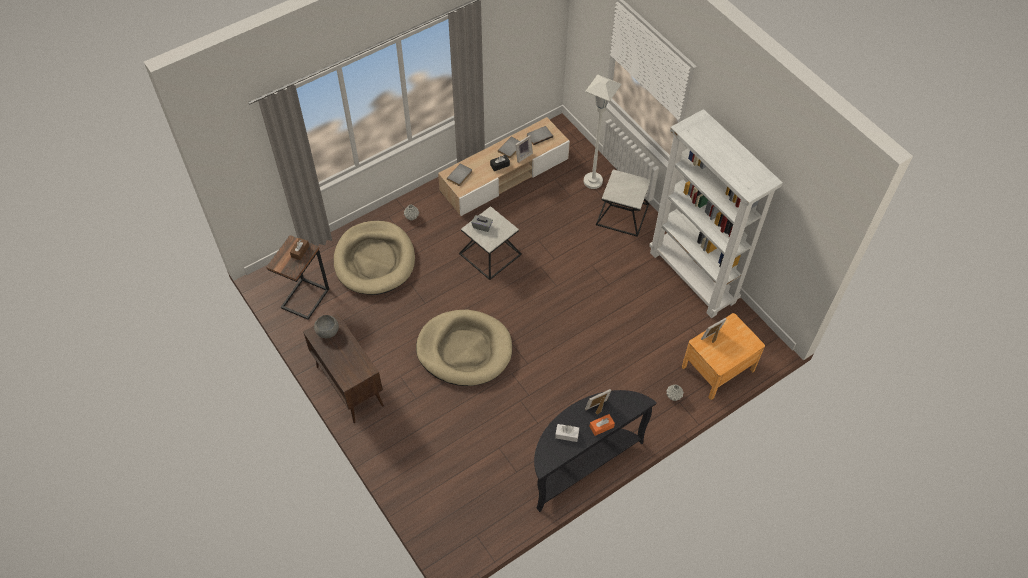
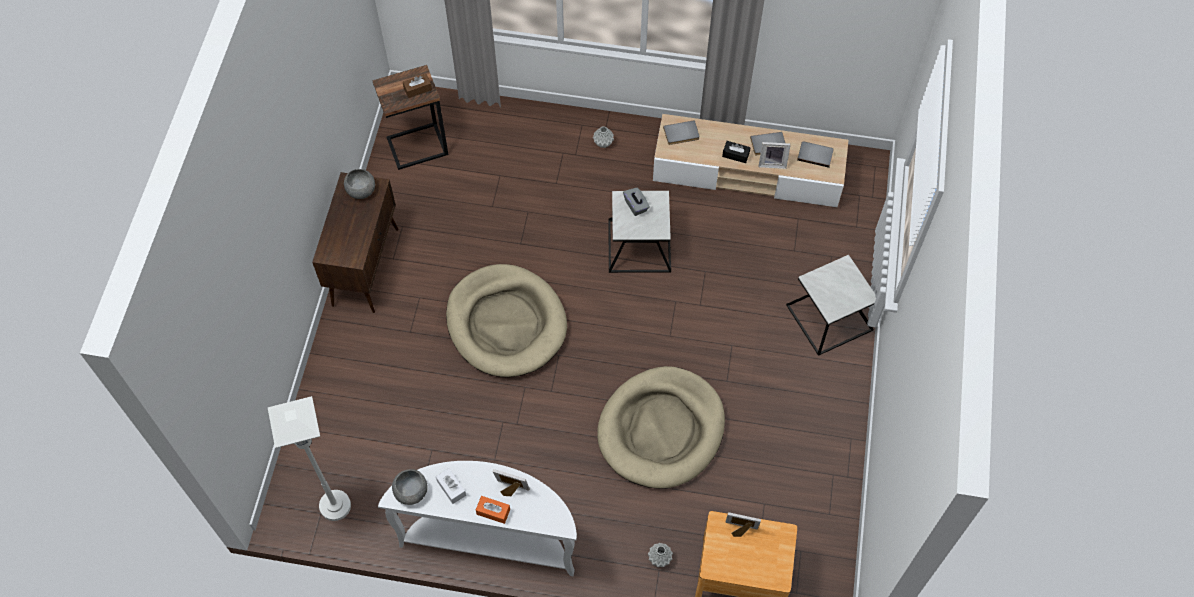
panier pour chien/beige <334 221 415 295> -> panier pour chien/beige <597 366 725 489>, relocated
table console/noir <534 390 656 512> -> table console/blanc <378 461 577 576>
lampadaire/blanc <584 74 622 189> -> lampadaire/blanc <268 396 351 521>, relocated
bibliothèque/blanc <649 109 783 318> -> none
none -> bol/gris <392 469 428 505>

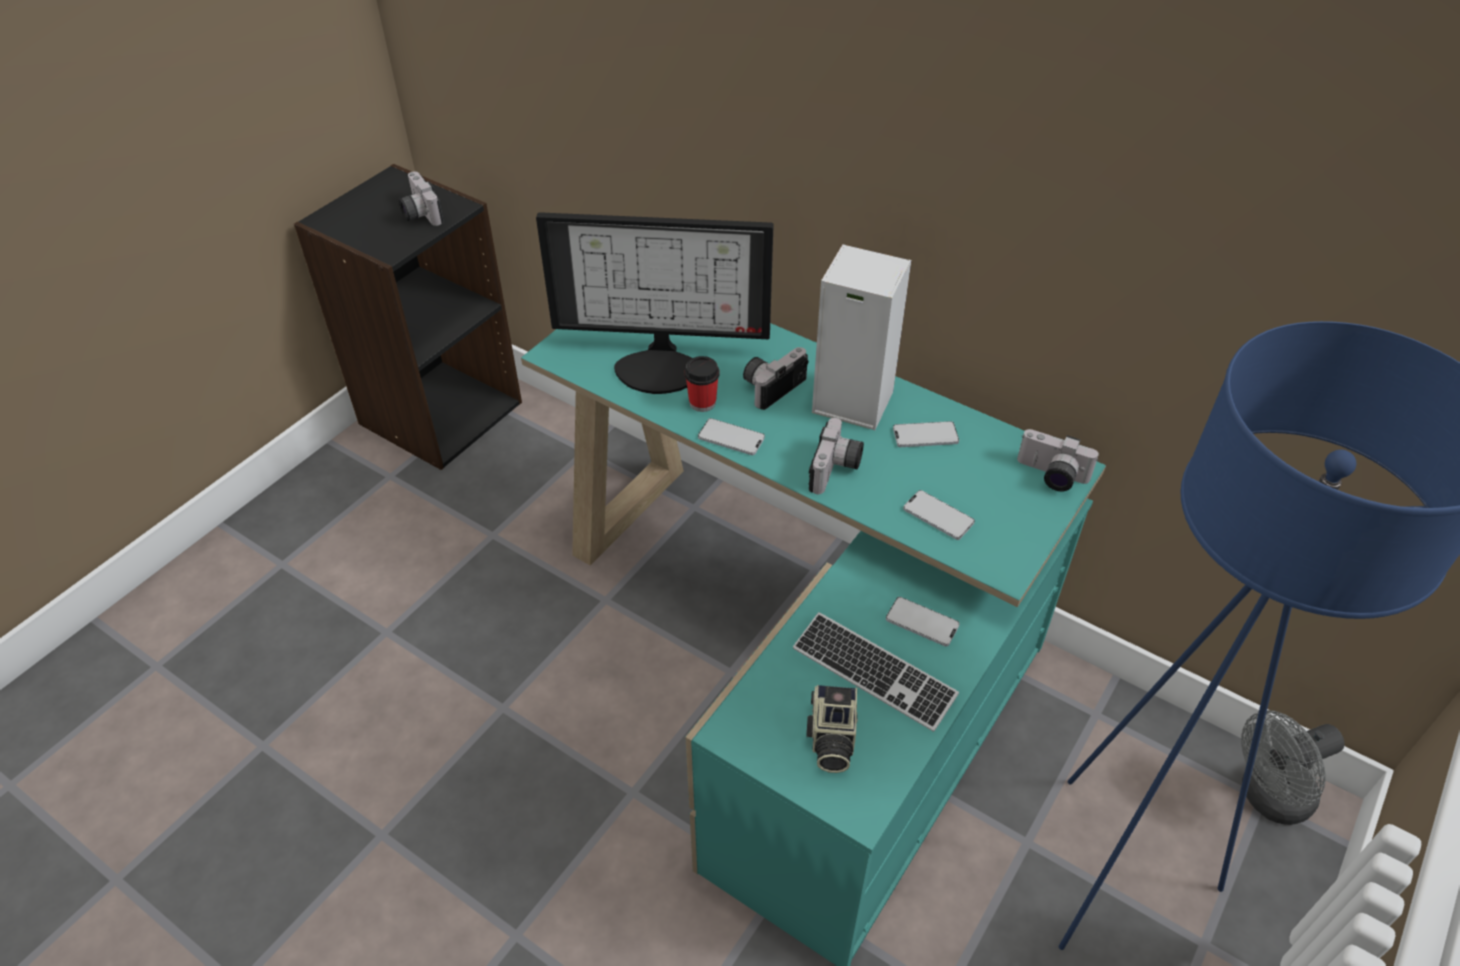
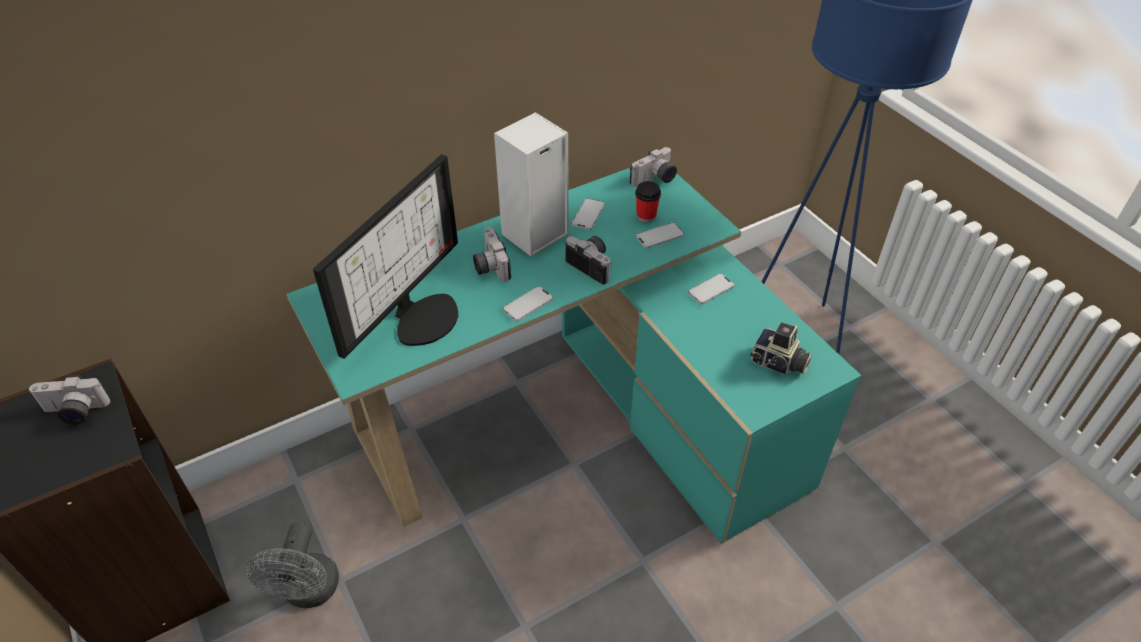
tasse <684 356 719 412> -> tasse <635 181 661 223>, relocated
clavier <793 612 959 732> -> none
ventilateur/gris <1241 710 1344 825> -> ventilateur/gris <247 522 339 608>, relocated

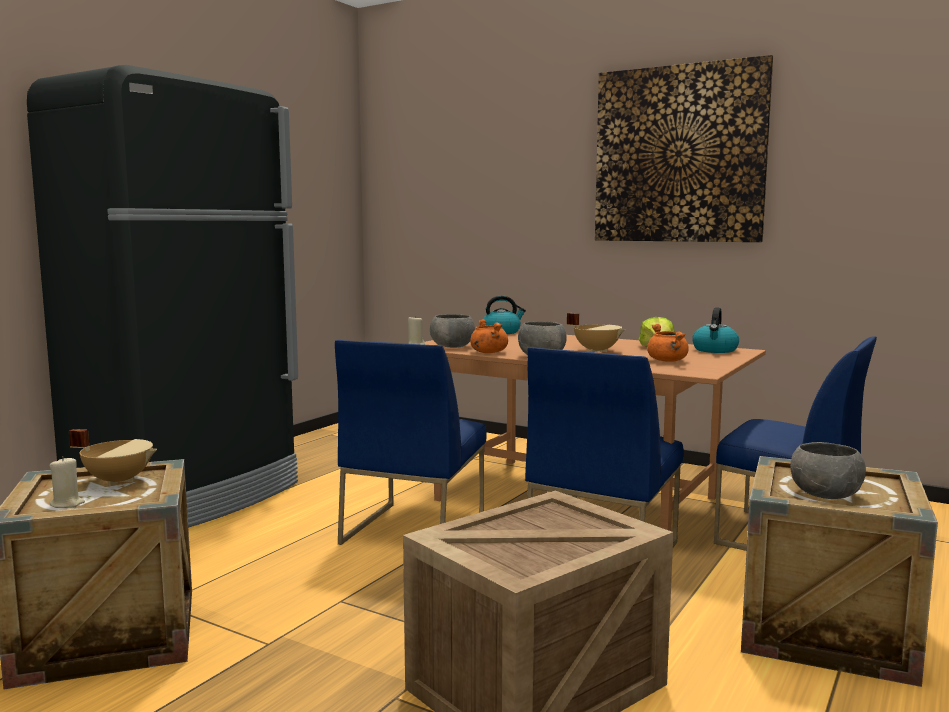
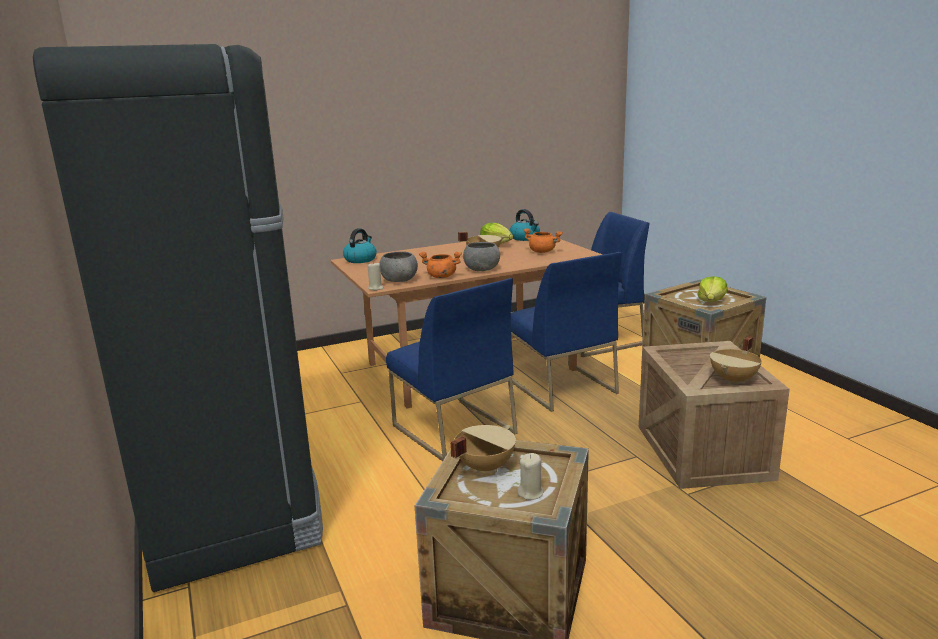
tableau <595 55 773 242> -> none
bol/gris <790 442 866 499> -> laitue <697 276 728 302>
none -> marmite/beige <710 336 762 384>

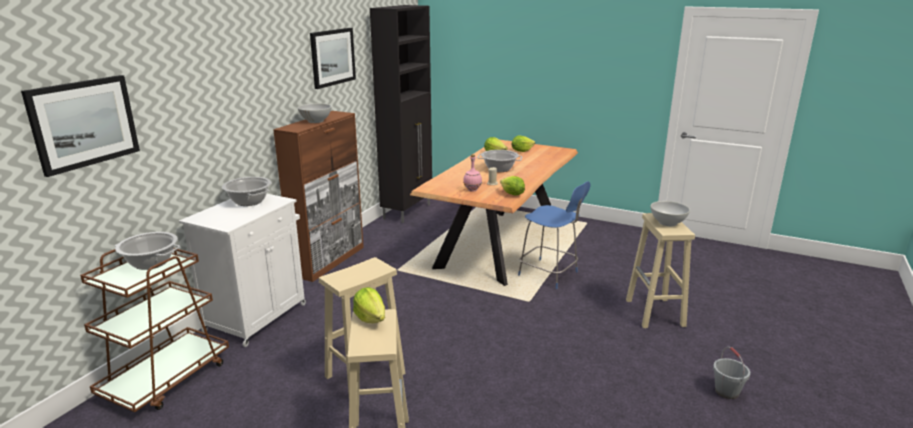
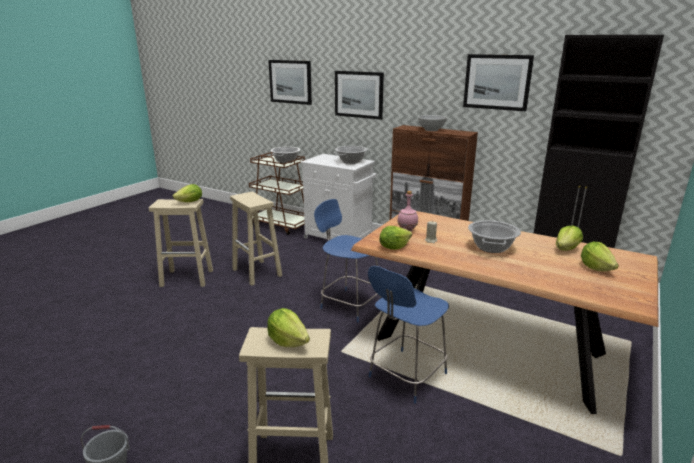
bol/blanc <650 201 690 226> -> laitue <267 308 310 347>
none -> chaise/bleu <314 199 381 322>
none -> tableau <335 71 384 120>

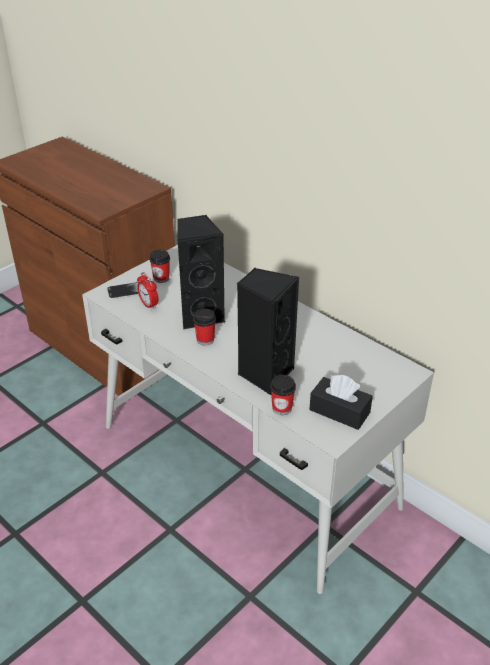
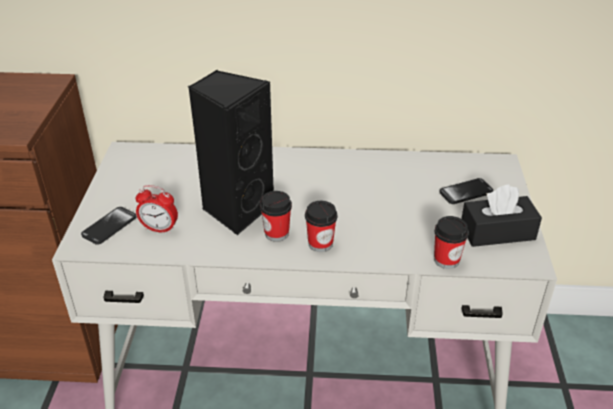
tasse <149 250 170 283> -> tasse <305 201 337 252>, relocated
enceinte/noir <237 268 299 395> -> none
none -> téléphone <439 178 493 204>

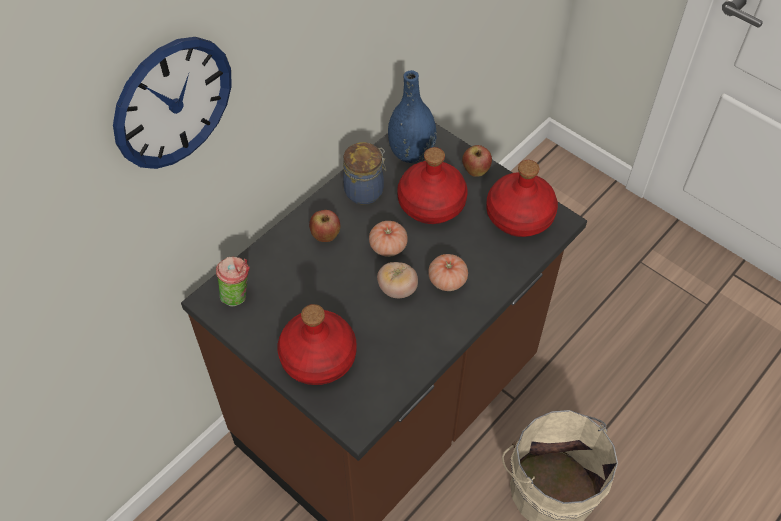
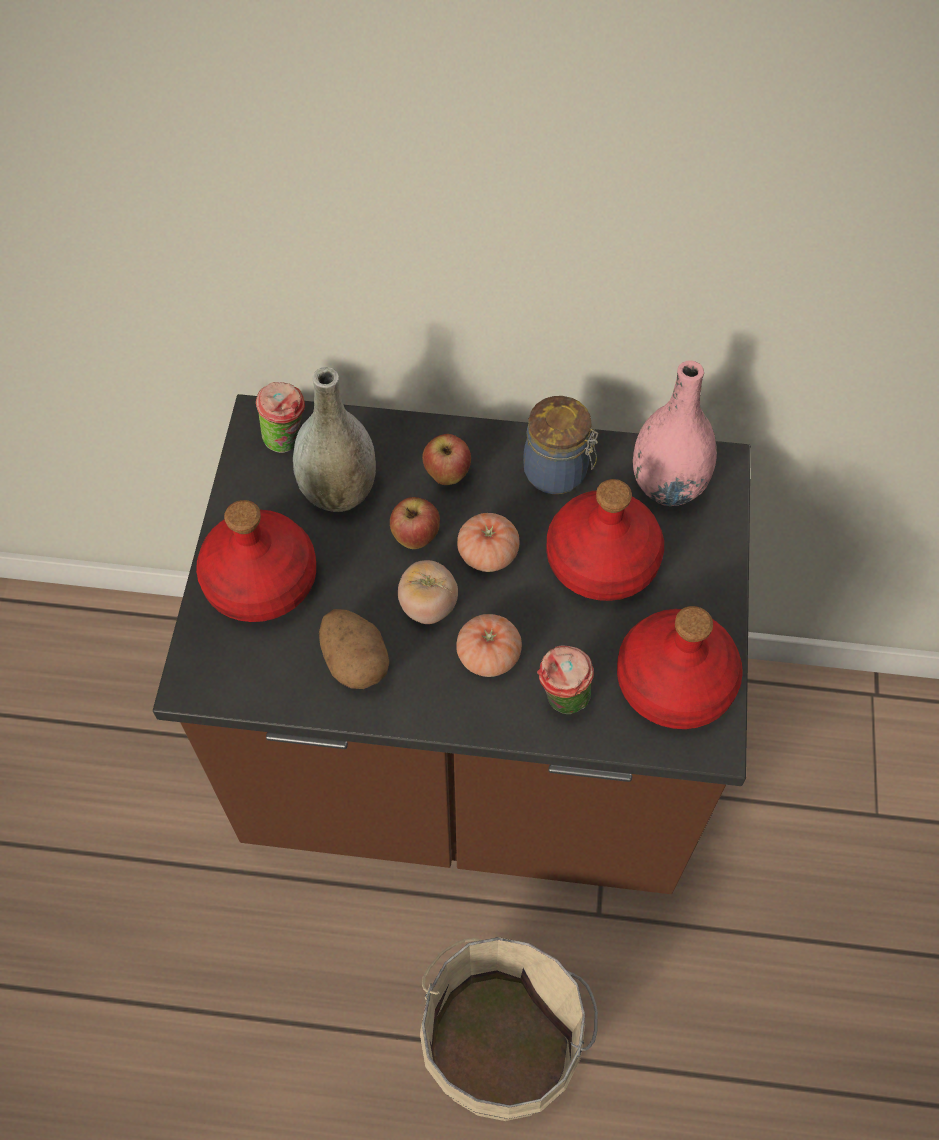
horloge murale <113 37 232 169> -> none
vase/bleu <388 70 437 163> -> vase/rose <633 360 717 506>
pomme <462 145 492 177> -> pomme <390 497 440 549>, relocated
none -> vase/gris <293 367 376 512>
none -> pomme de terre <319 609 389 689>
none -> tasse <537 645 594 714>

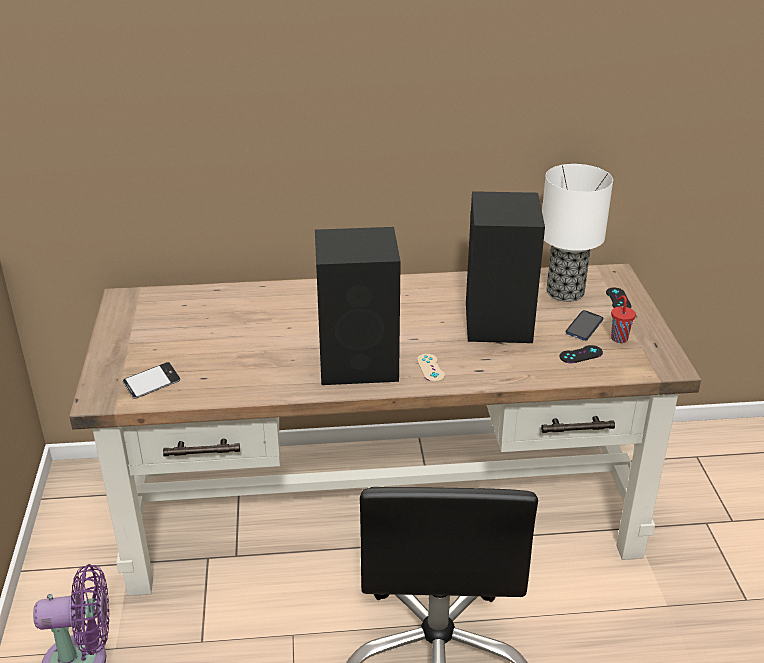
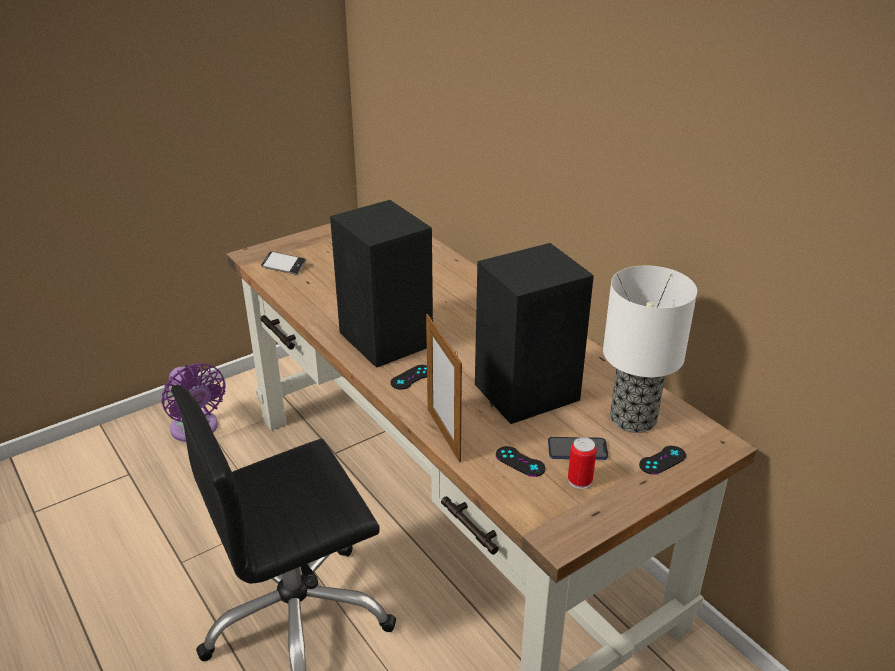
manette/beige <417 354 445 382> -> manette/noir <390 365 427 390>
tasse/rouge <611 295 636 343> -> boîte métallique <568 437 597 489>
none -> cadre photo <426 314 462 463>

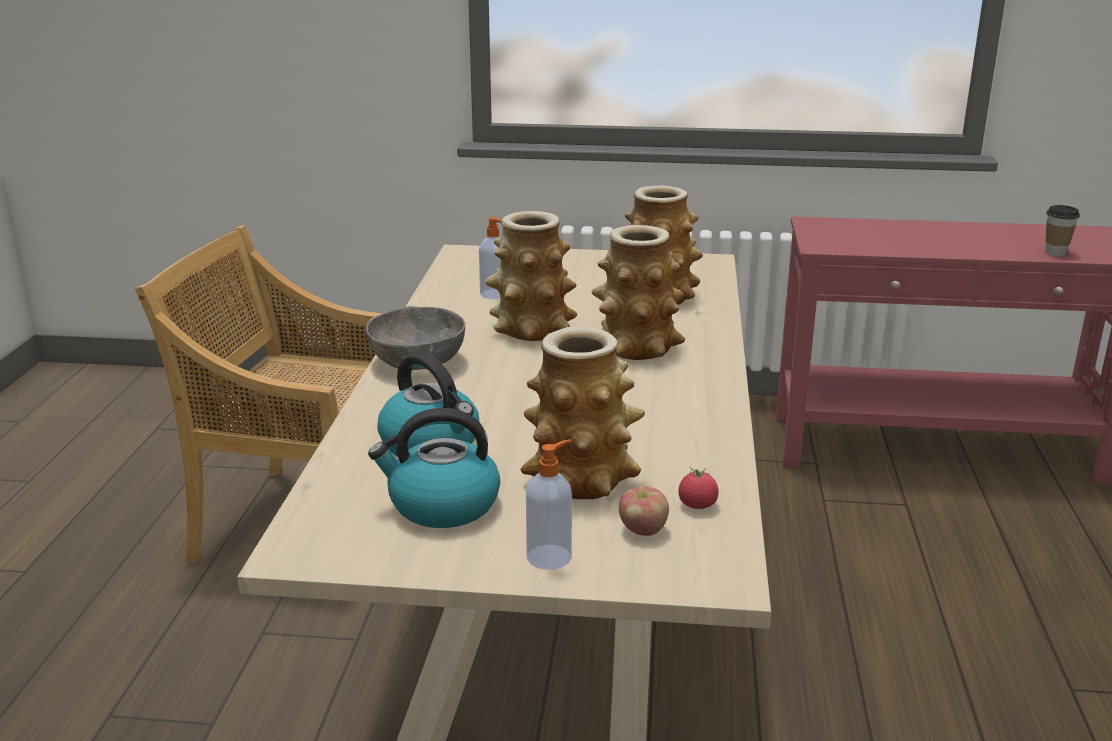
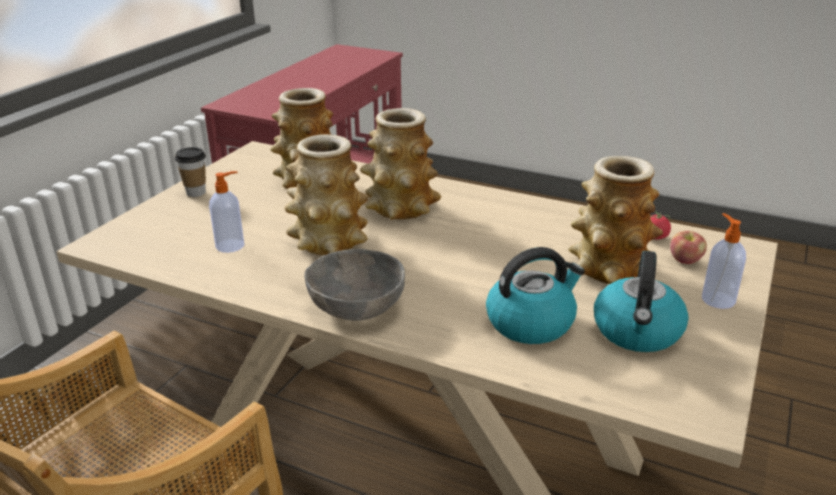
tasse <1045 205 1080 257> -> tasse <175 147 206 197>, relocated

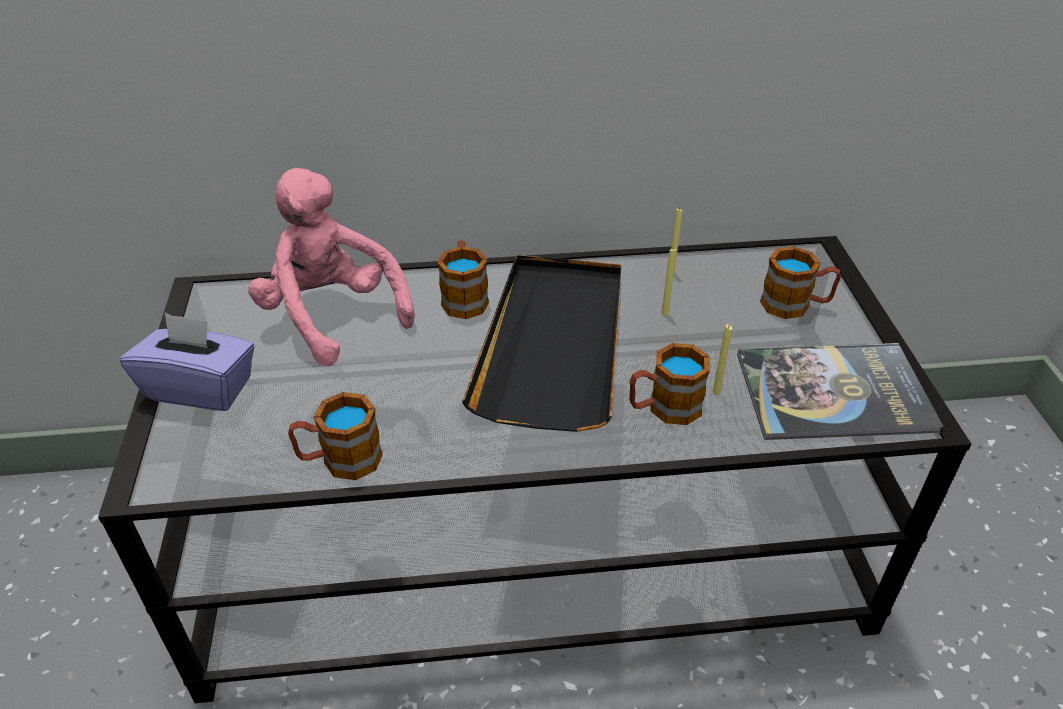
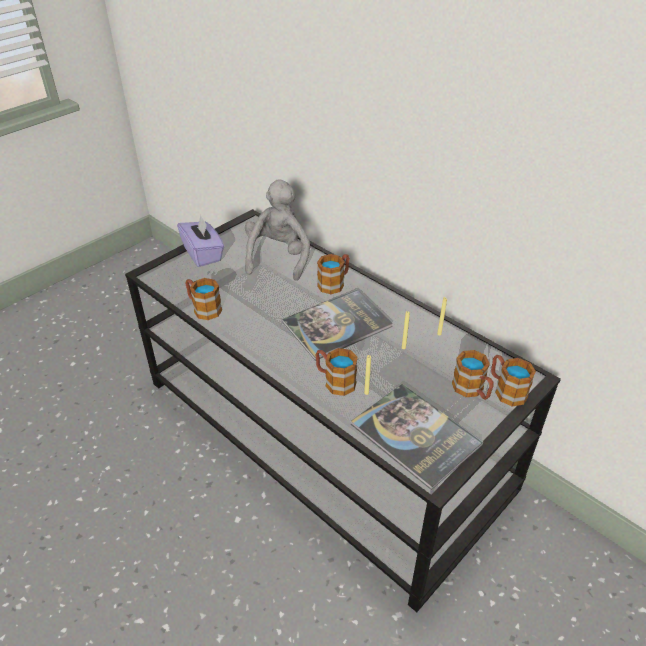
peluche/rose <248 168 415 366> -> peluche/gris <245 179 310 281>
plateau/noir <462 255 621 432> -> livre <282 289 393 361>
none -> mug <491 355 536 406>

